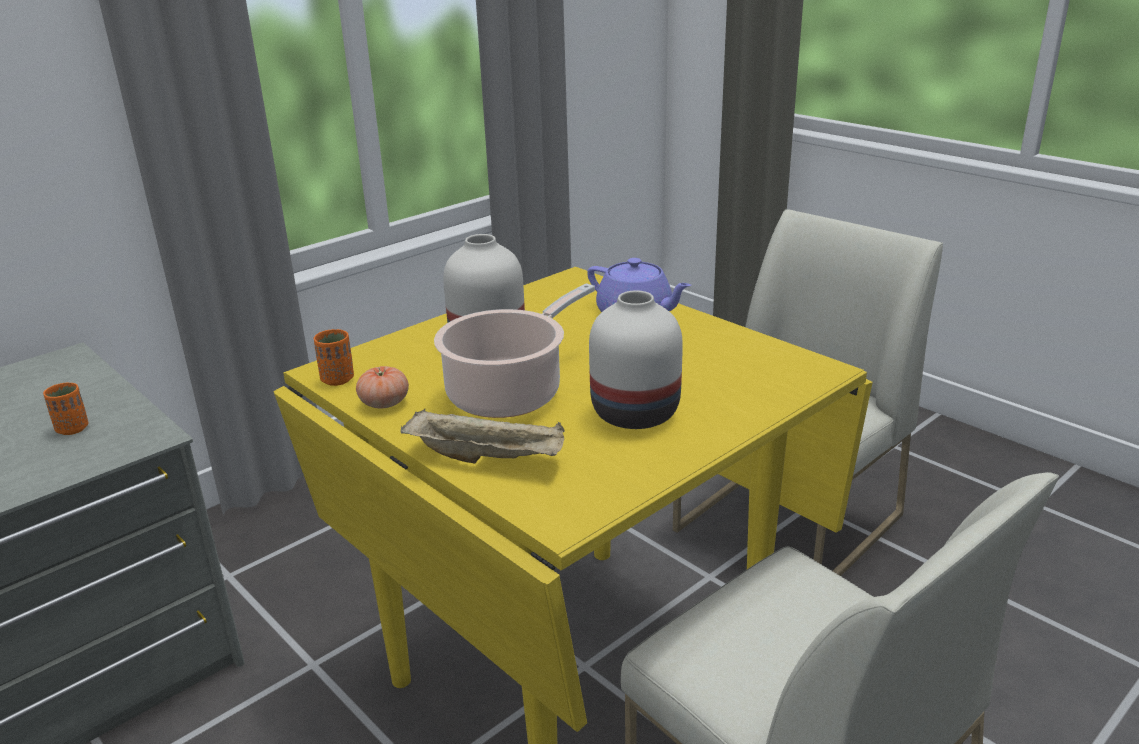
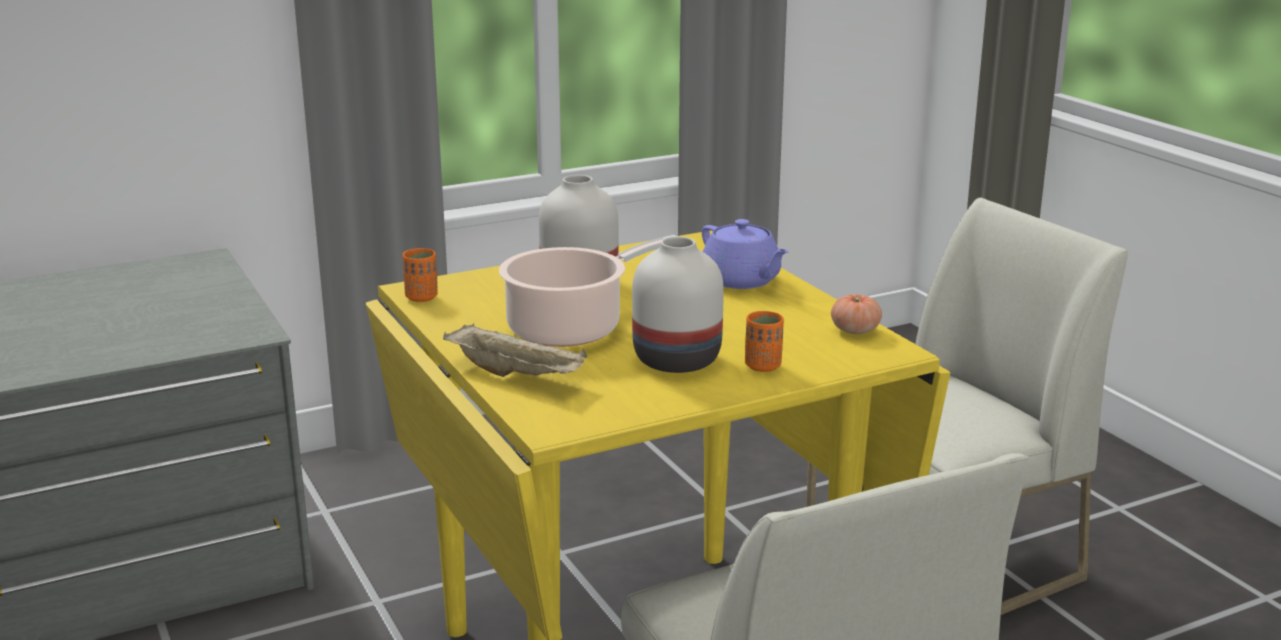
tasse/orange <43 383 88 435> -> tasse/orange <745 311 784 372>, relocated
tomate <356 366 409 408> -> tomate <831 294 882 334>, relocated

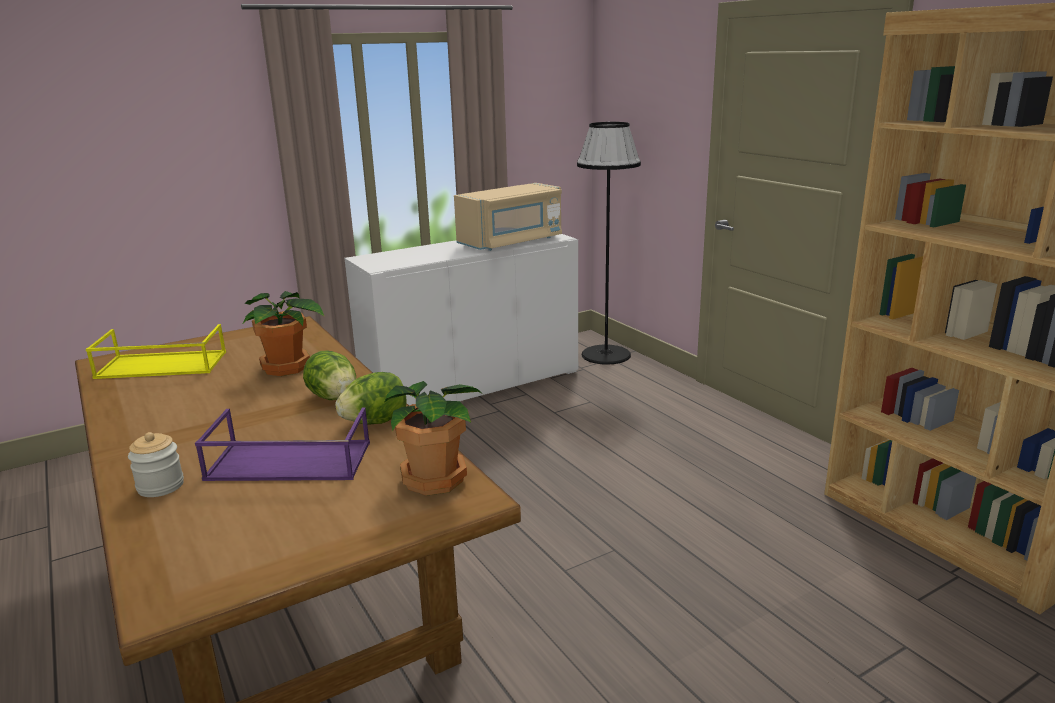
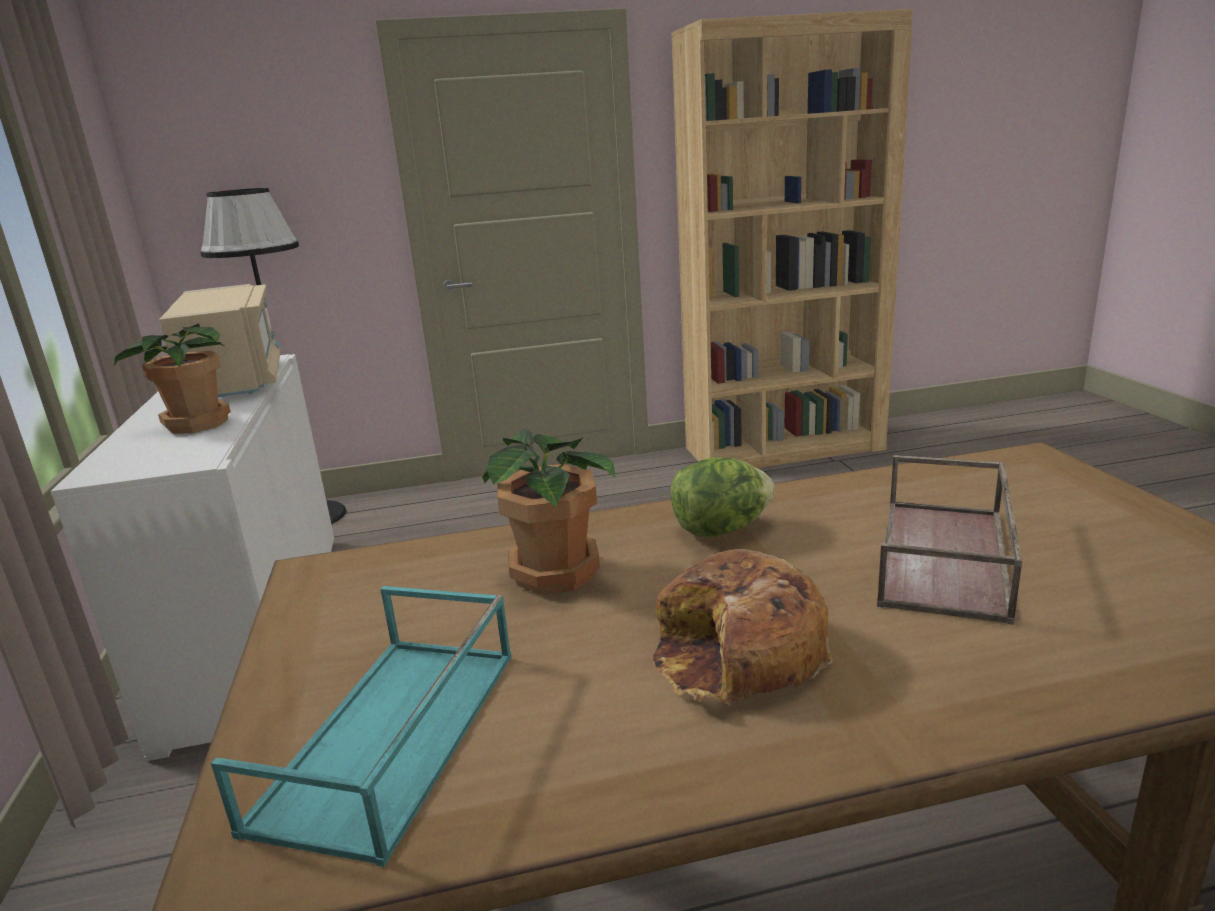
plateau/jaune <86 324 226 379> -> plateau/turquoise <211 586 512 867>
bocal <128 432 184 497> -> none
plateau/violet <195 407 370 481> -> plateau/marron <877 455 1022 625>
laitue <335 372 406 425> -> none
plante en pot <385 381 483 496> -> plante en pot <114 323 231 434>, relocated
none -> pain <651 549 833 706>

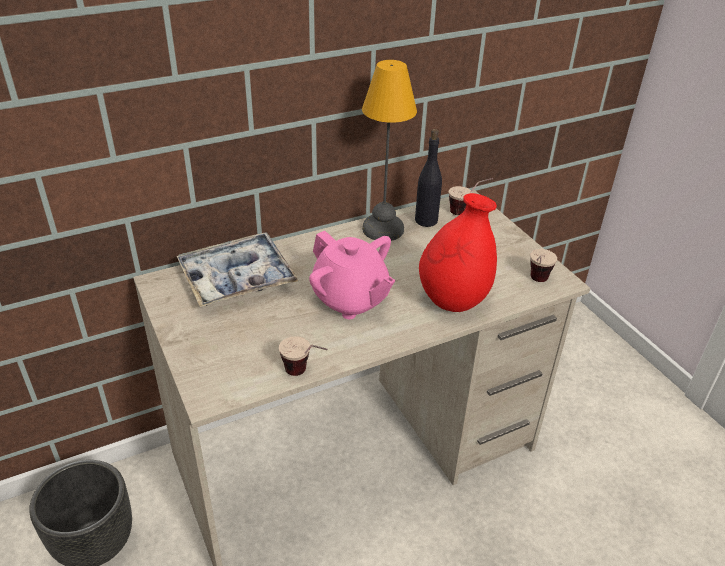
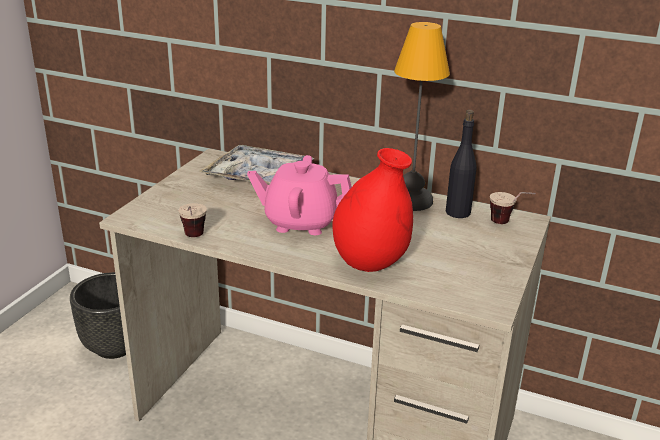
théière/rose <309 231 395 319> -> théière/rose <247 155 352 235>, 90 degrees clockwise
tasse <530 249 557 282> -> none

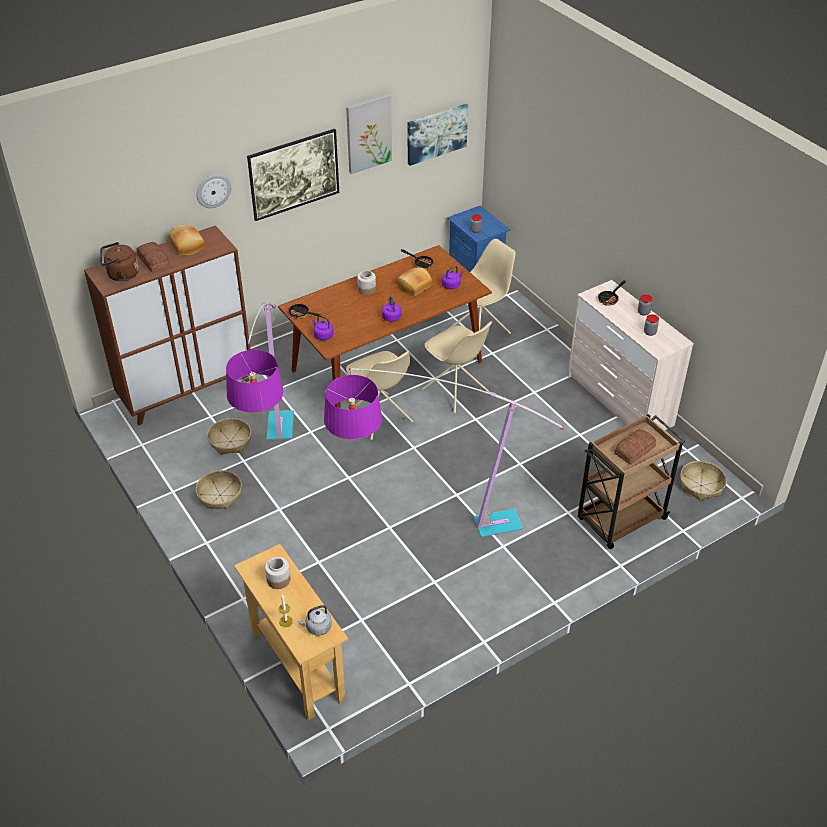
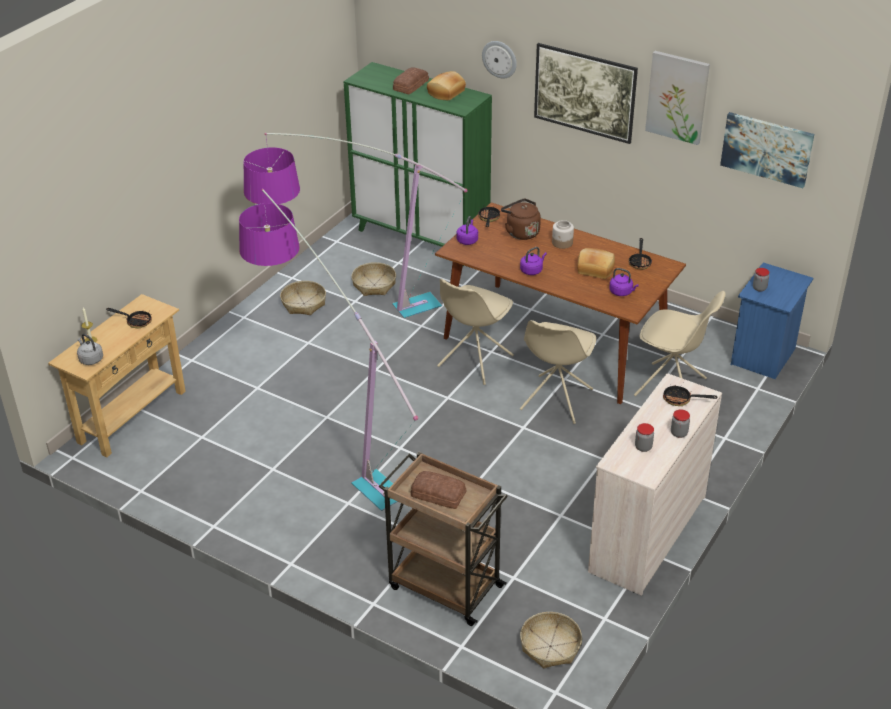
meuble de rangement/marron <84 225 251 426> -> meuble de rangement/vert <344 62 492 266>
bouilloire/marron <100 242 139 281> -> bouilloire/marron <501 199 541 240>, relocated
bocal <265 557 291 589> -> poêle <106 308 152 328>

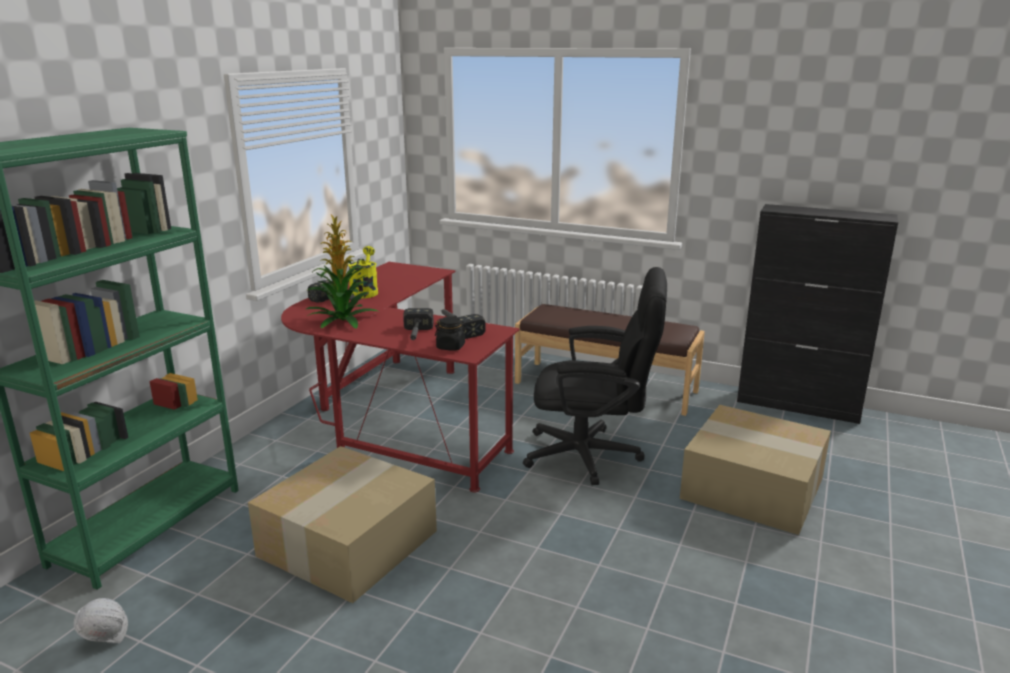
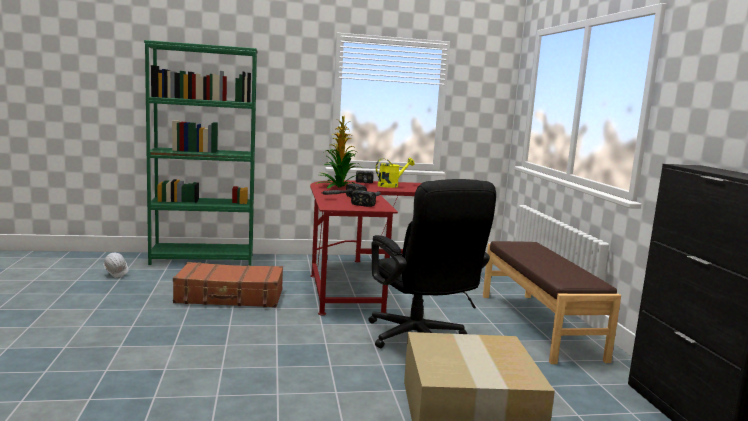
carton <248 446 437 603> -> valise/marron <173 262 283 307>
bocal/noir <435 317 467 351> -> none

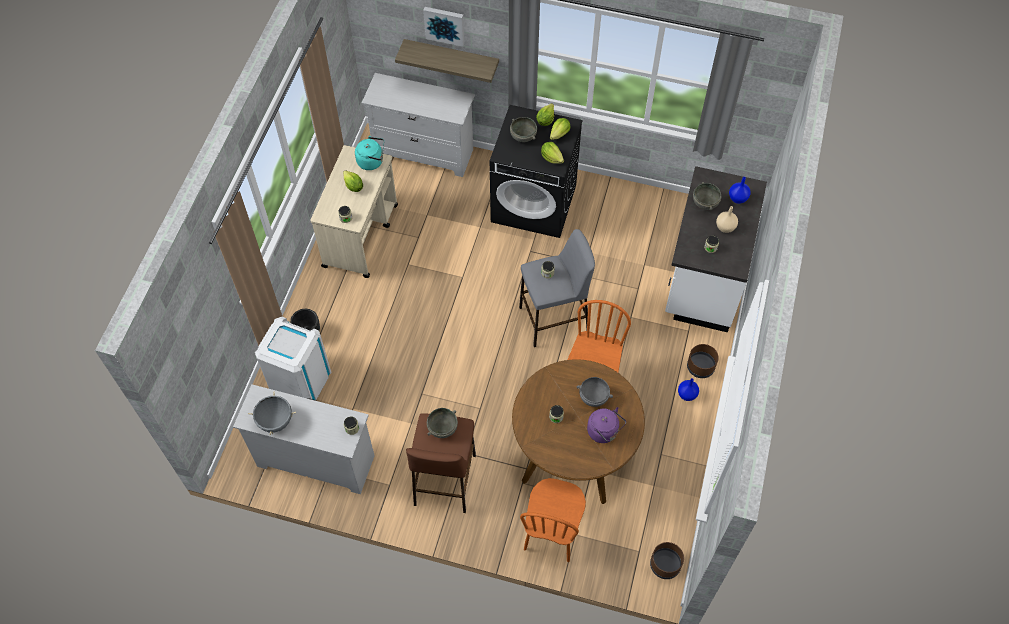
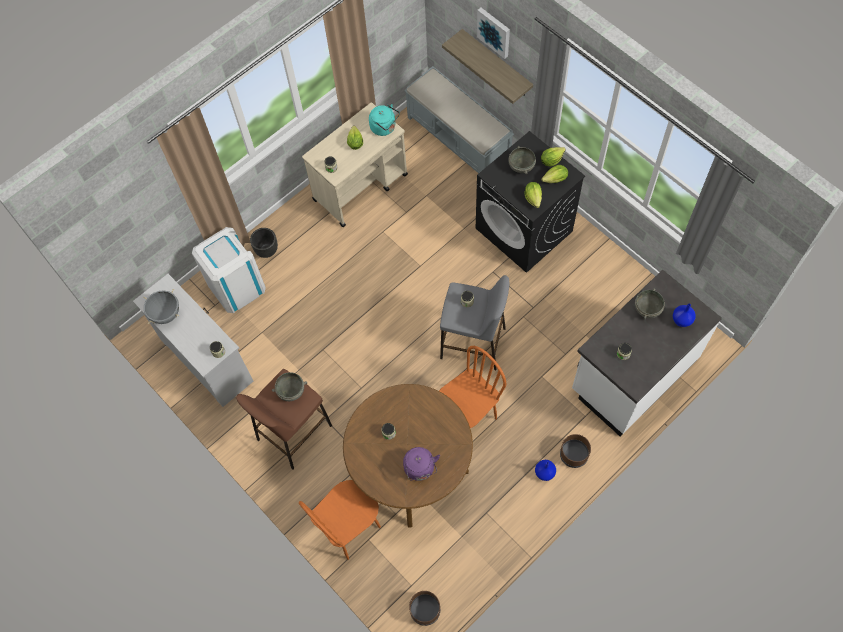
commode/blanc <362 73 475 177> -> banc/gris <404 66 514 173>
bol/gris <577 377 613 407> -> none
vase/beige <716 206 738 233> -> none

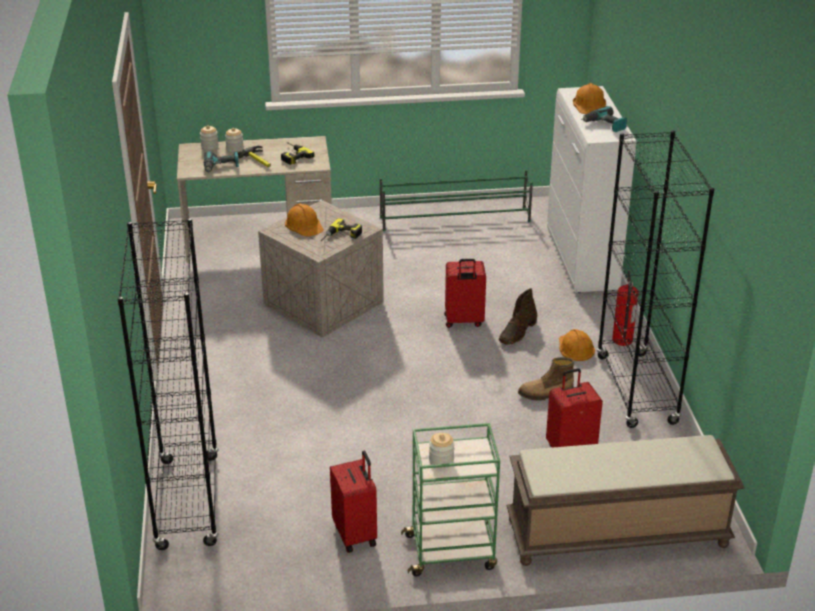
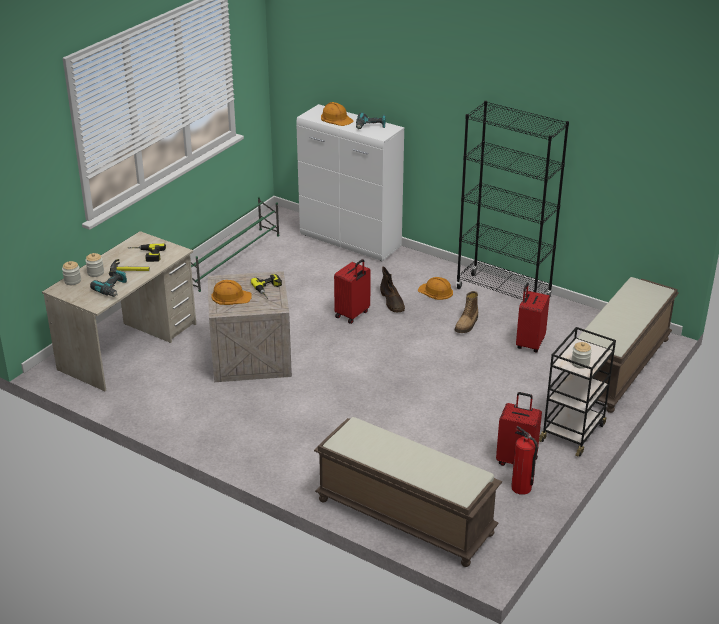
bibliothèque/noir <117 218 219 550> -> banc/marron <314 417 502 567>
chariot/vert <401 423 500 576> -> chariot/noir <539 327 616 457>
extincteur <612 271 638 346> -> extincteur <511 426 538 495>, relocated

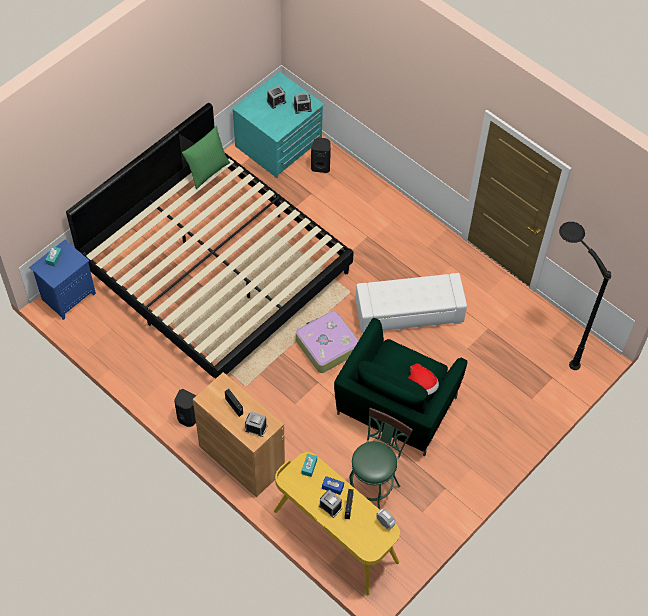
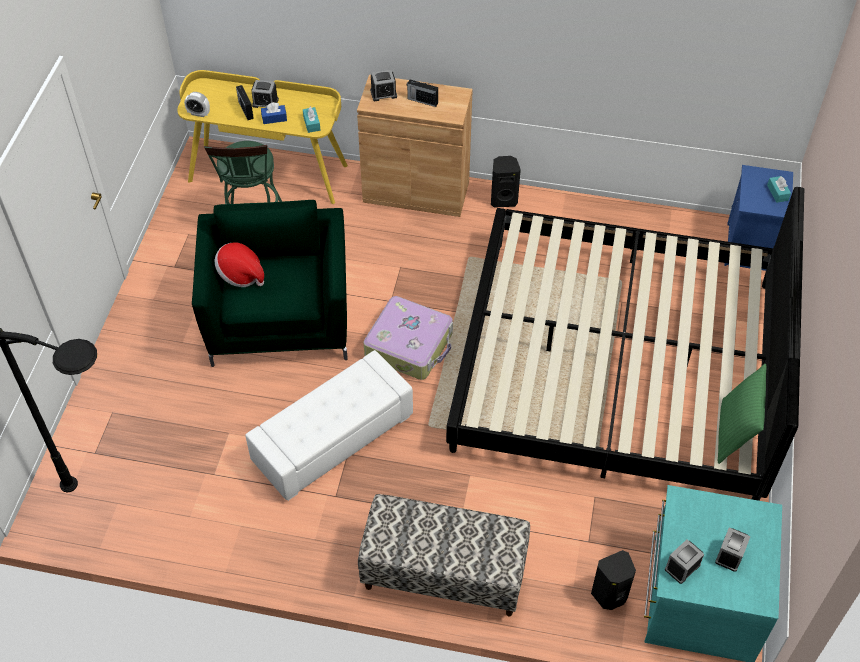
none -> banc <358 494 530 616>

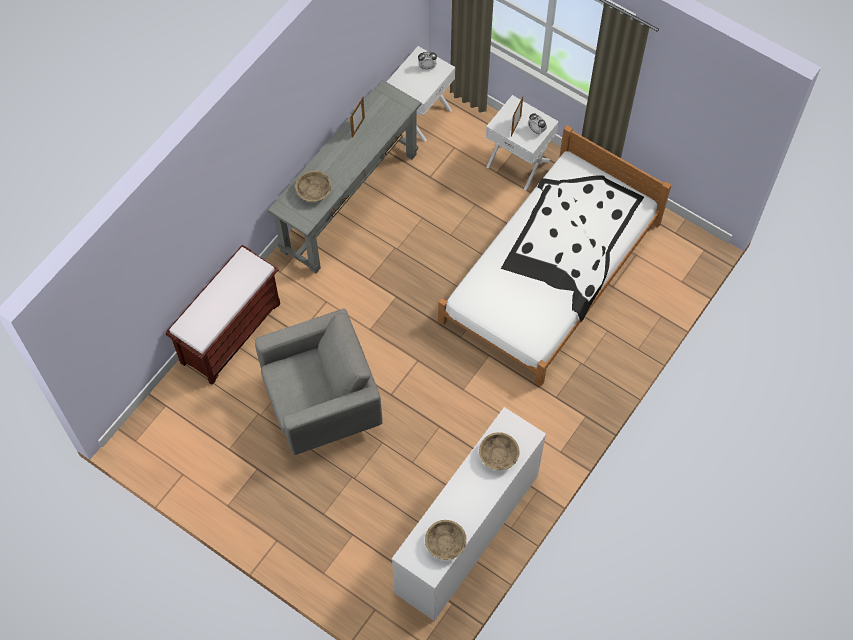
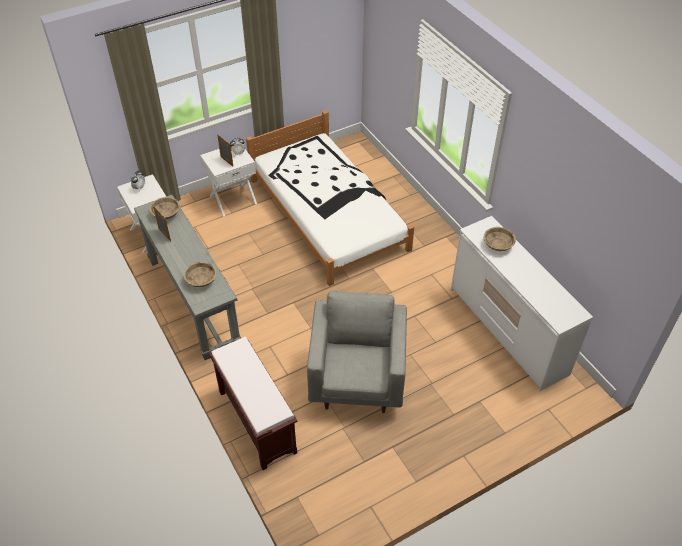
bol/beige <425 520 467 560> -> bol/beige <150 197 180 219>, relocated

